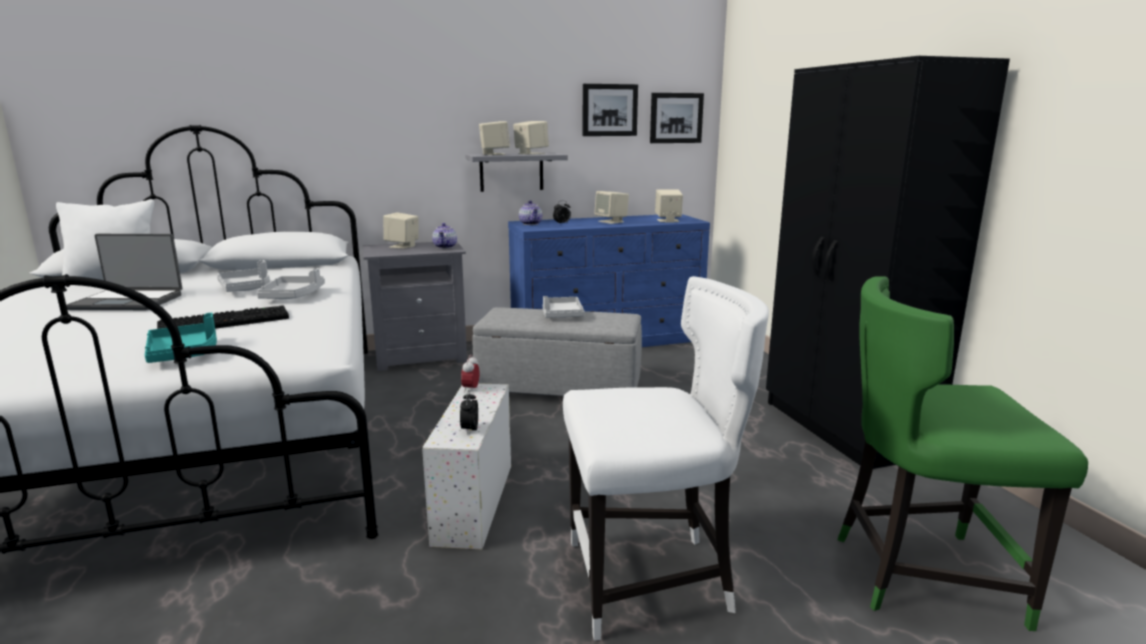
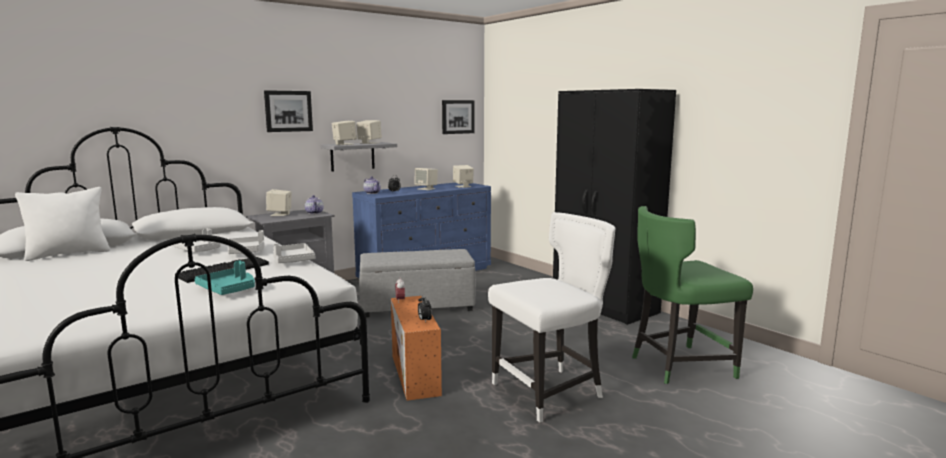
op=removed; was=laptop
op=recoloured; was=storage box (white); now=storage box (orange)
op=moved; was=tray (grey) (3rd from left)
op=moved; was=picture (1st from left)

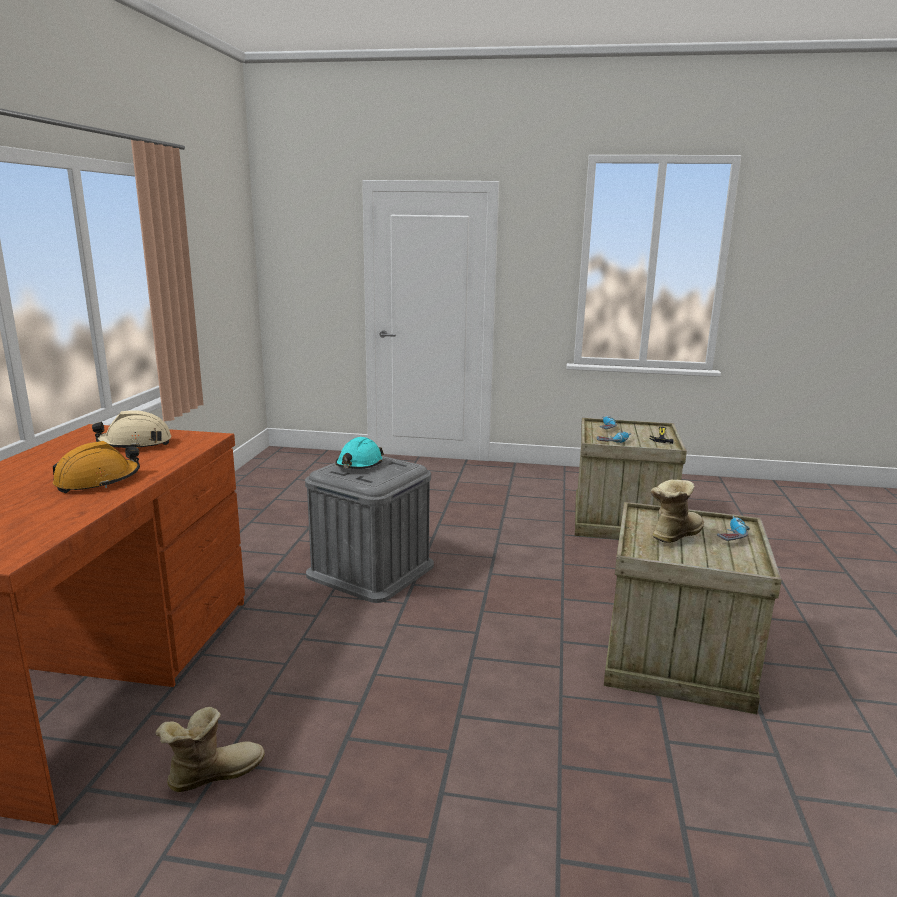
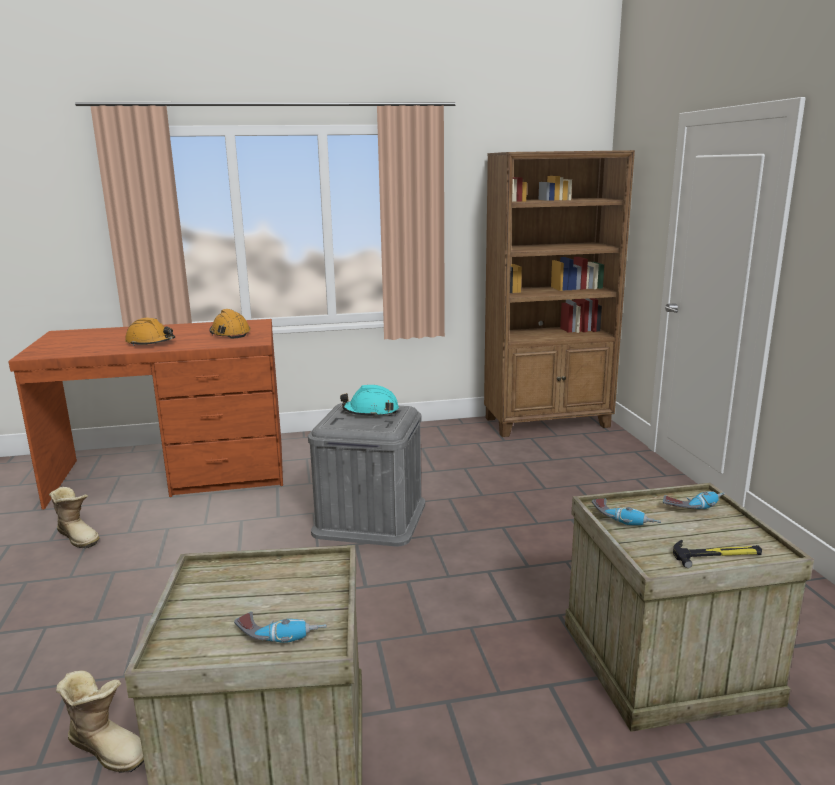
op=recoloured; was=hard hat (beige); now=hard hat (orange) (2nd from left)
op=moved; was=boot (2nd from left)
op=added; now=bookcase (brown)

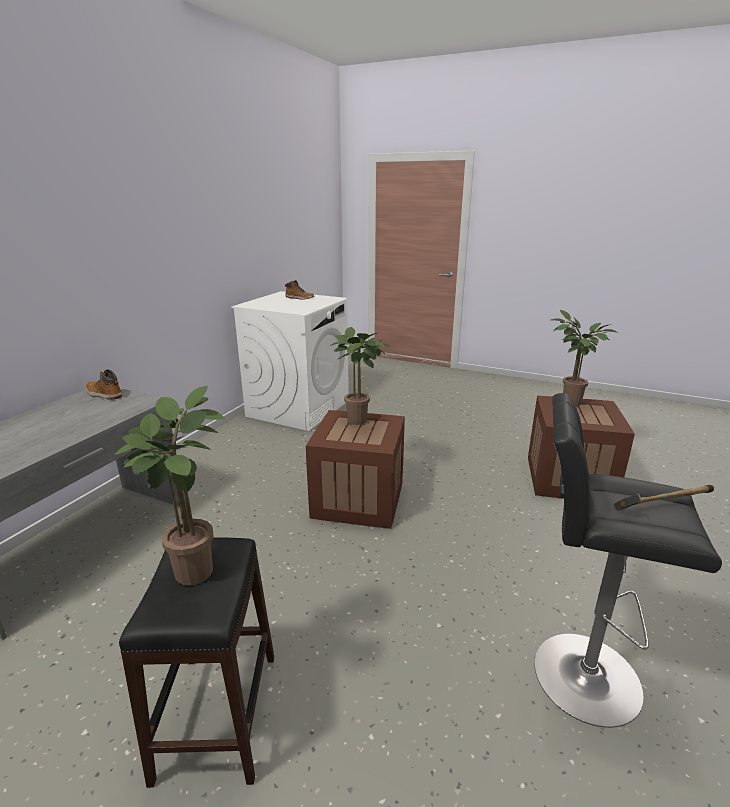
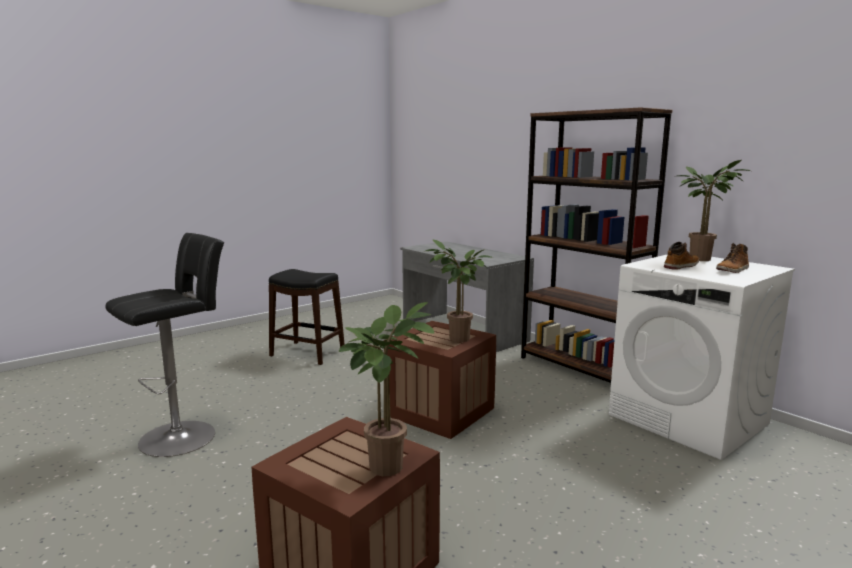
op=moved; was=boot (1st from left)
op=moved; was=potted plant (1st from left in the first image); now=potted plant (3rd from left)
op=removed; was=hammer
op=added; now=bookcase (brown)

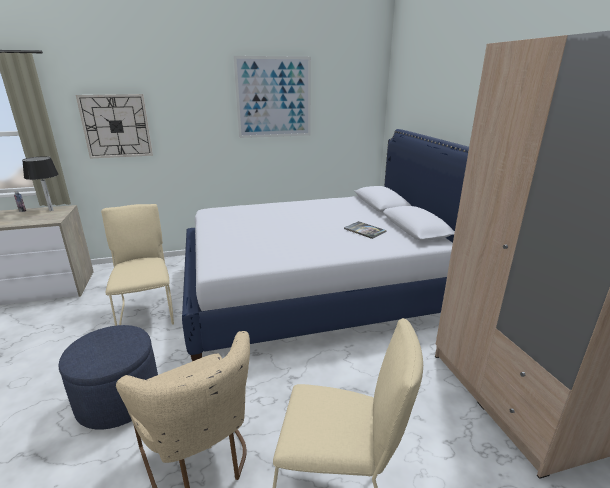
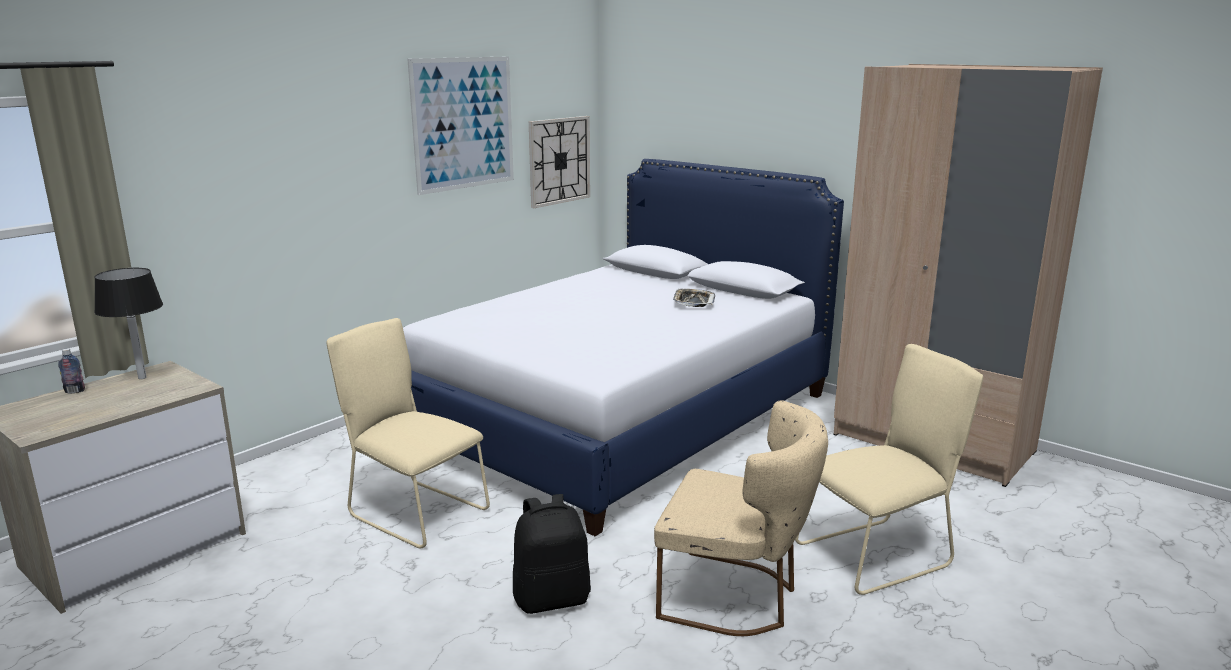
op=replaced; was=ottoman (blue); now=backpack (black)
op=moved; was=wall clock
op=replaced; was=book; now=tray

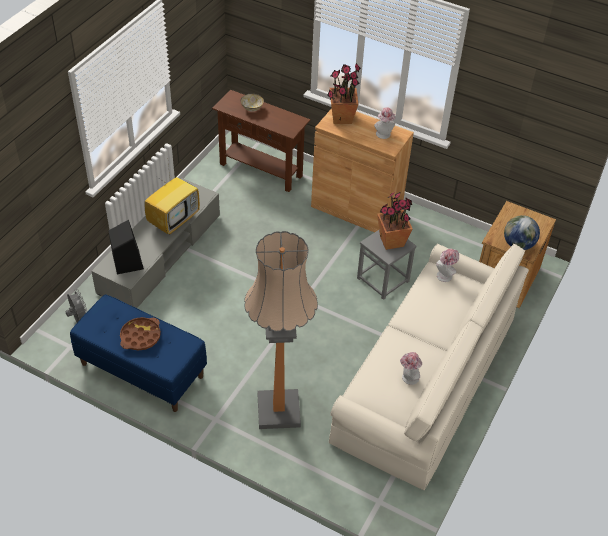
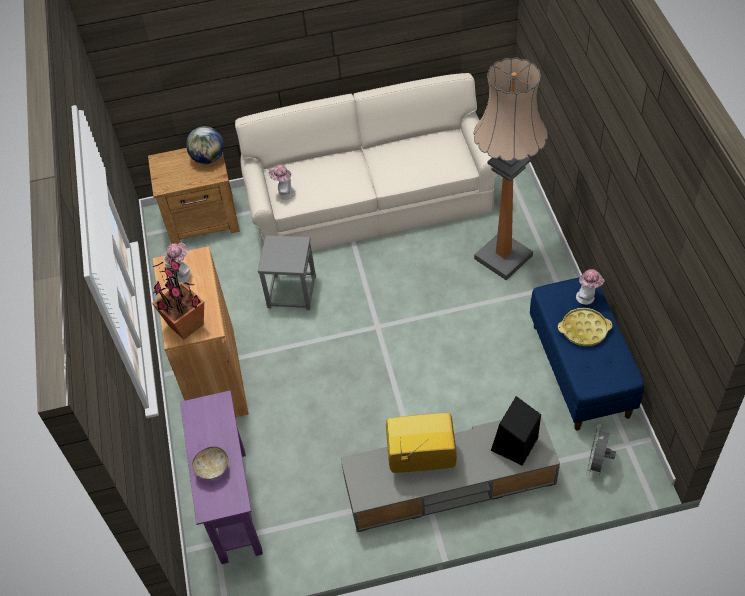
op=recoloured; was=tray (brown); now=tray (yellow)
op=recoloured; was=console table (brown); now=console table (purple)
op=removed; was=potted plant (2nd from left)
op=moved; was=hat (2nd from left in the first image); now=hat (3rd from left)

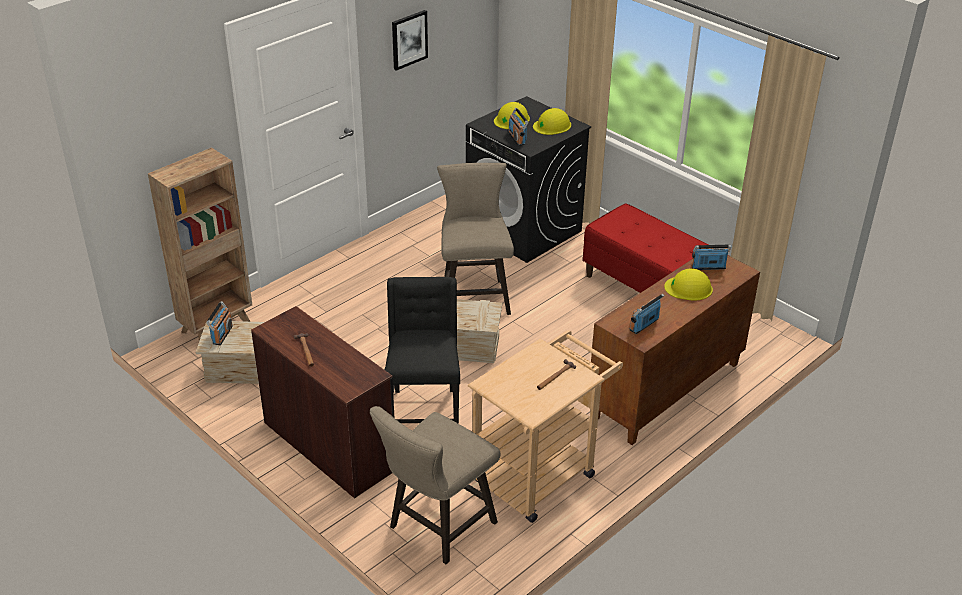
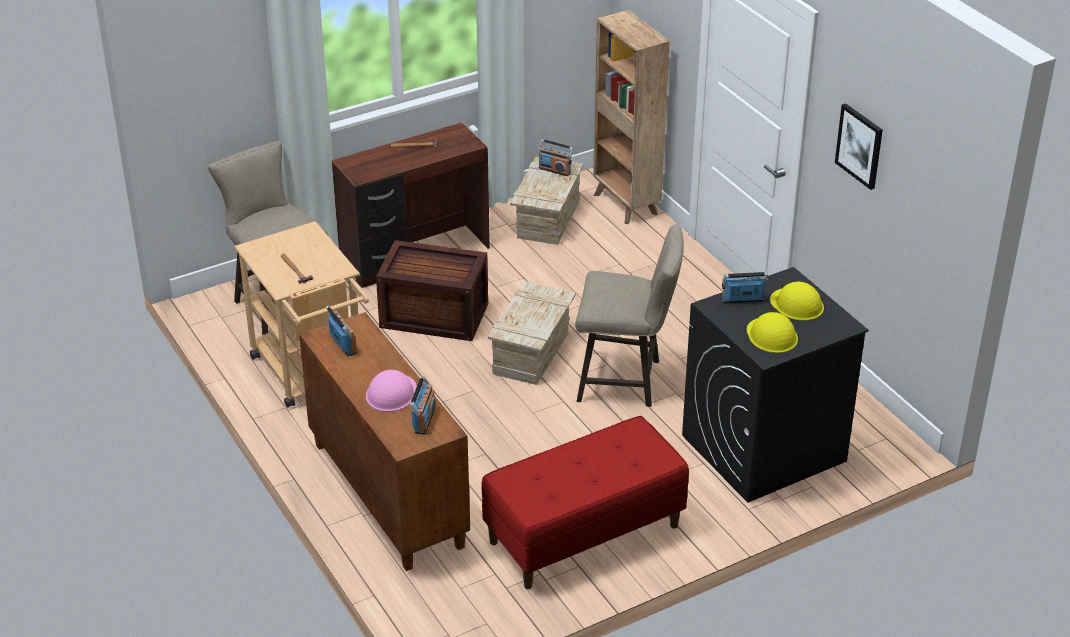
op=replaced; was=chair (black); now=crate (1st from left)
op=recoloured; was=hard hat (yellow) (3rd from left); now=hard hat (pink)

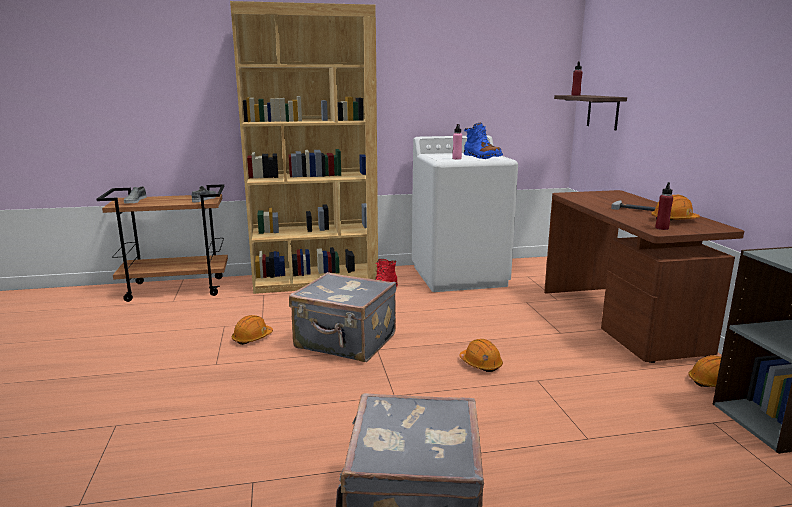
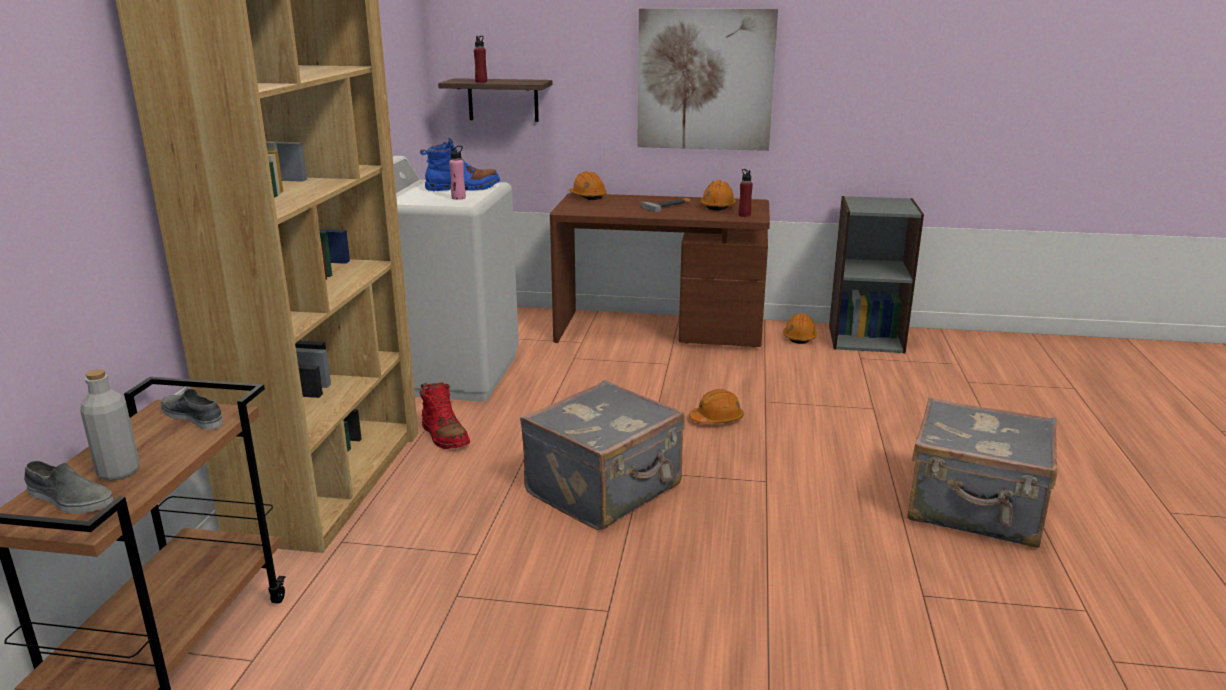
op=moved; was=hard hat (orange) (1st from left)
op=added; now=bottle (grey)
op=added; now=picture

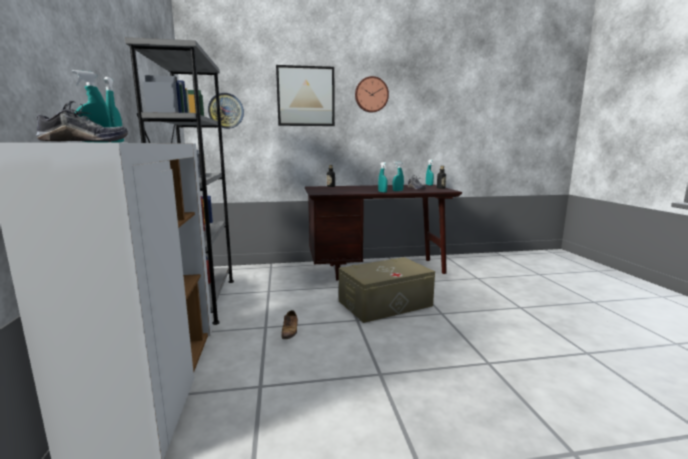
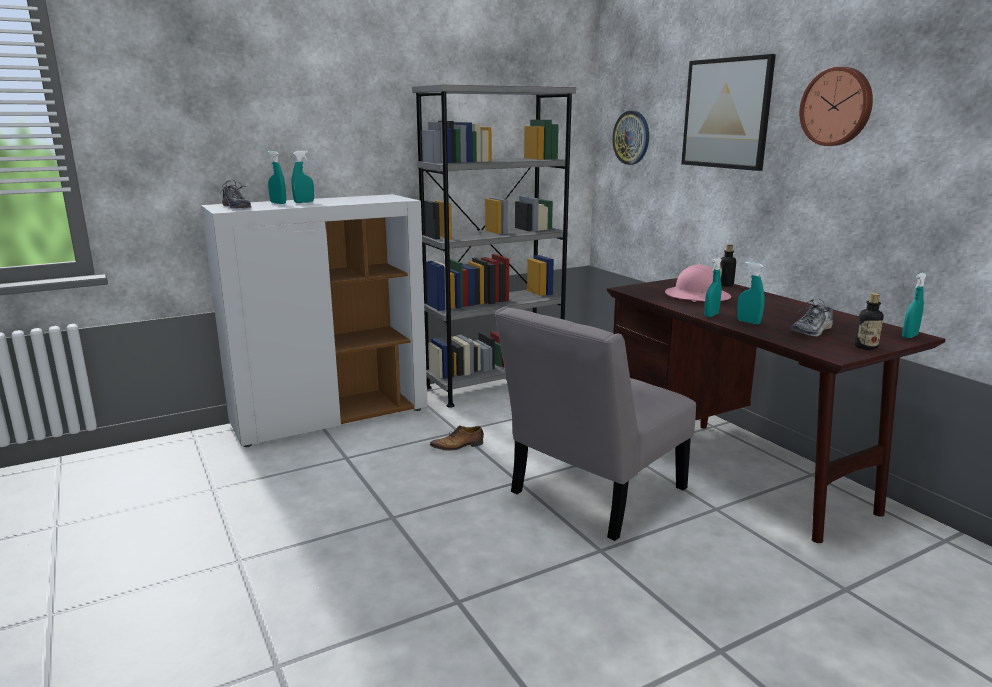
op=replaced; was=storage box (beige); now=chair (grey)
op=added; now=hard hat (pink)

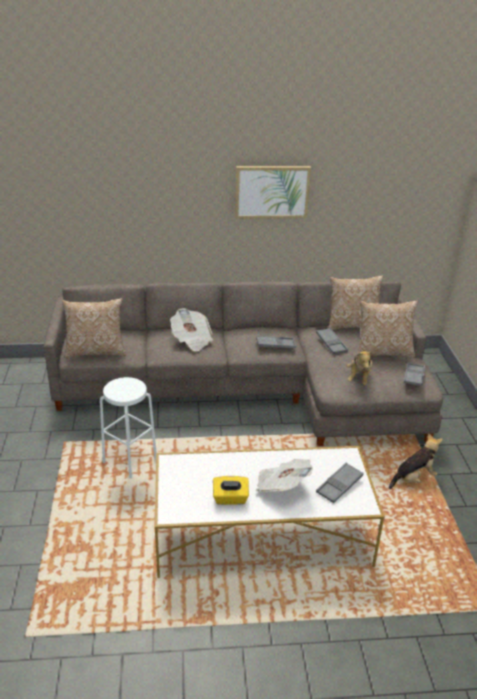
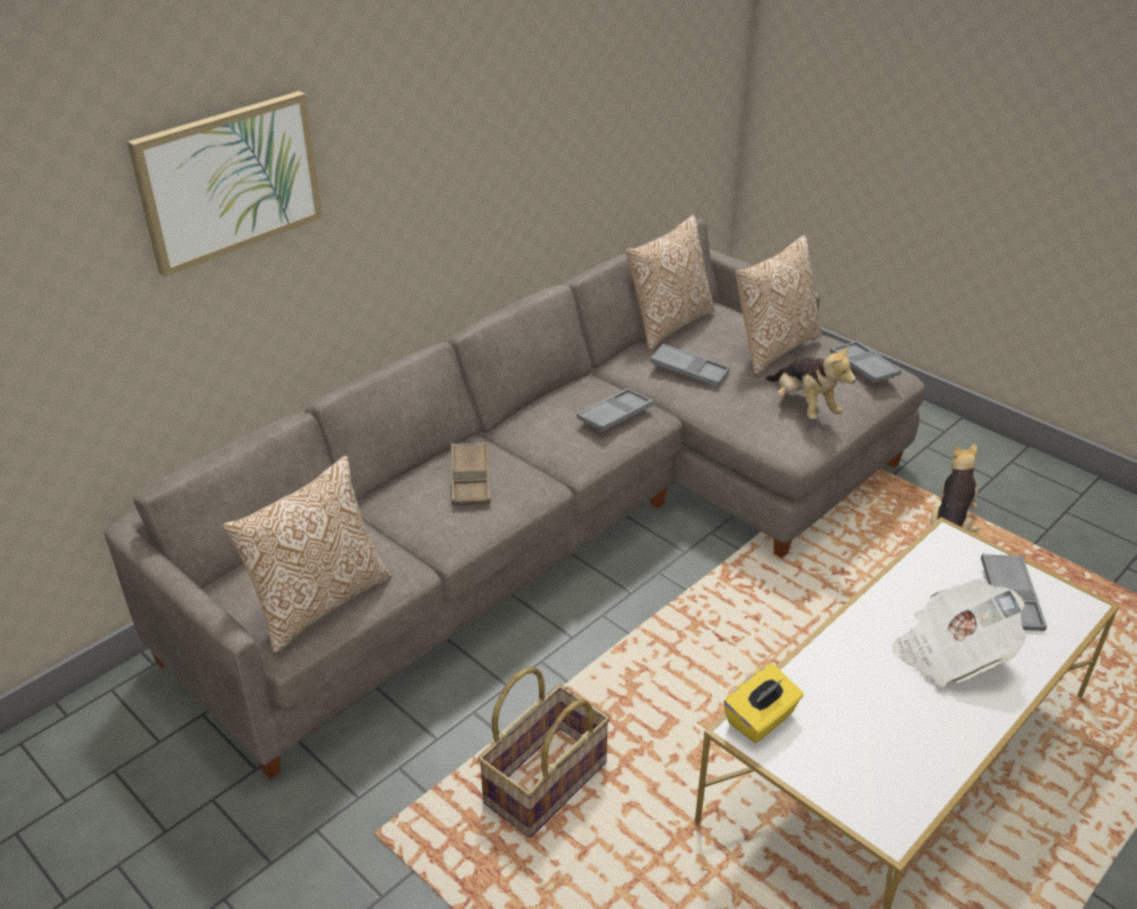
op=replaced; was=stool (white); now=basket
op=replaced; was=newspaper (1st from left); now=tray (brown)
op=moved; was=tissue box (yellow)
op=moved; was=picture

